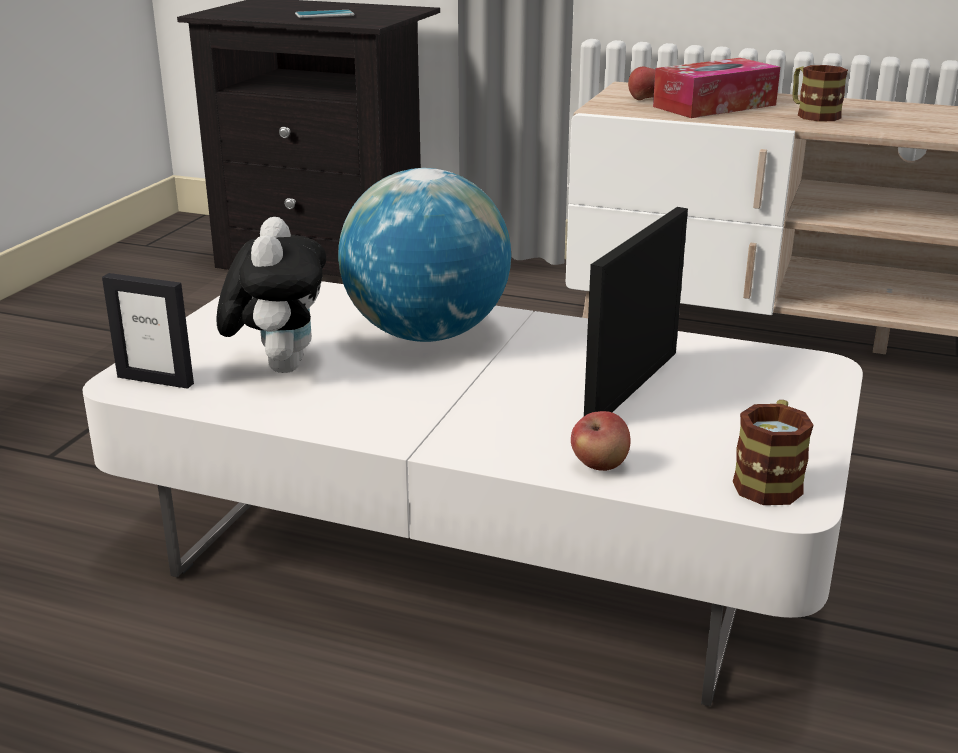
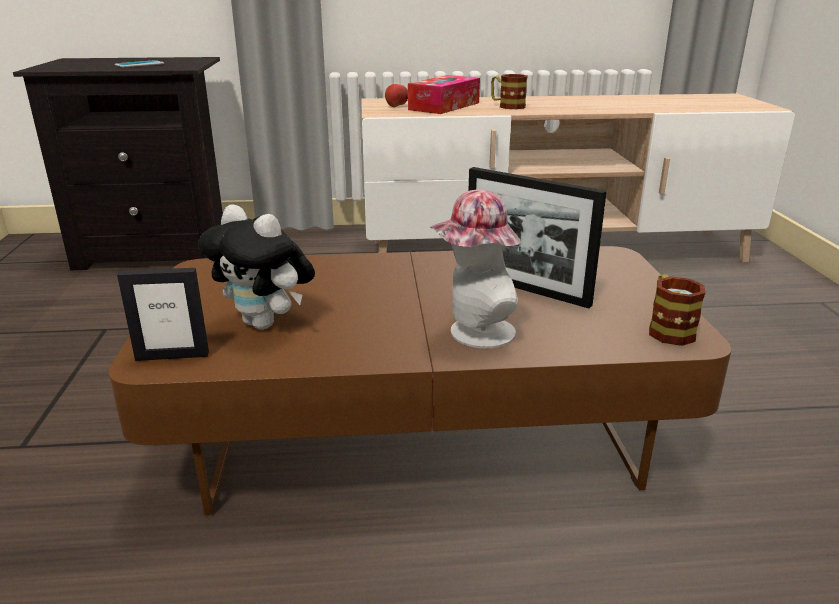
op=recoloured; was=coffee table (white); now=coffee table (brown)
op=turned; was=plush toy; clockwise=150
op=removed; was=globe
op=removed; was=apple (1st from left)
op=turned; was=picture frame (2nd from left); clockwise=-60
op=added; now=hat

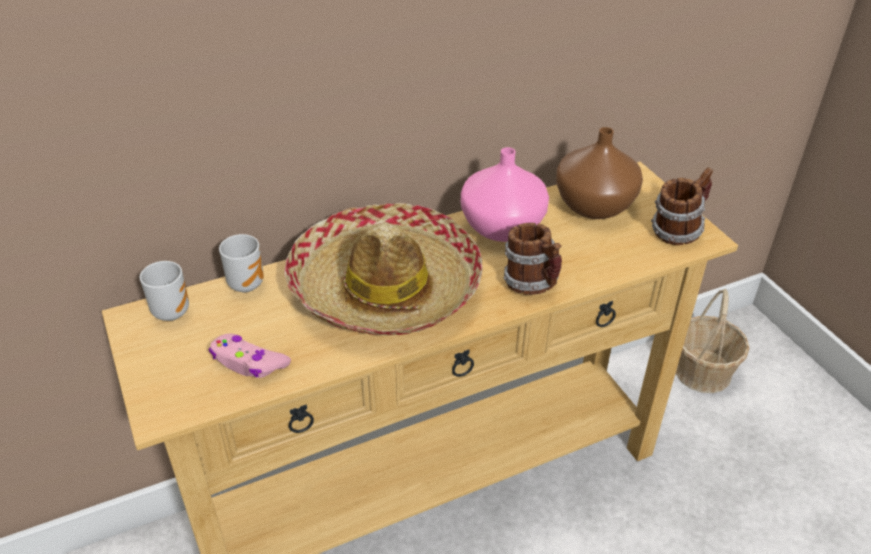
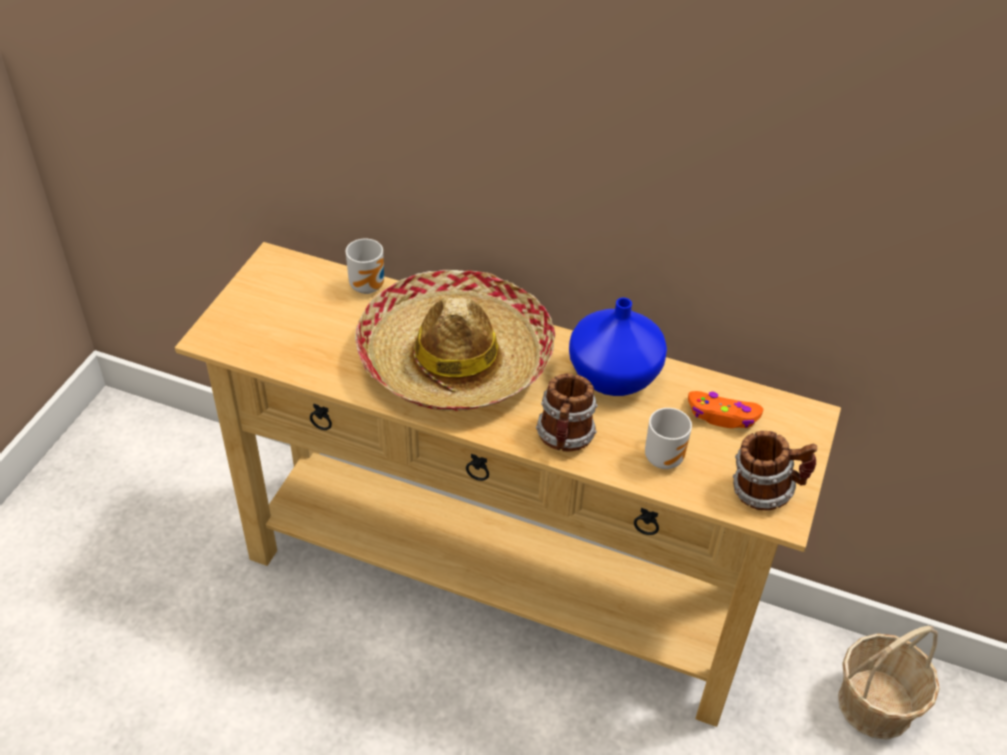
op=moved; was=mug (1st from left in the first image); now=mug (3rd from left)
op=removed; was=game controller (pink)
op=recoloured; was=vase (pink); now=vase (blue)
op=replaced; was=vase (brown); now=game controller (orange)

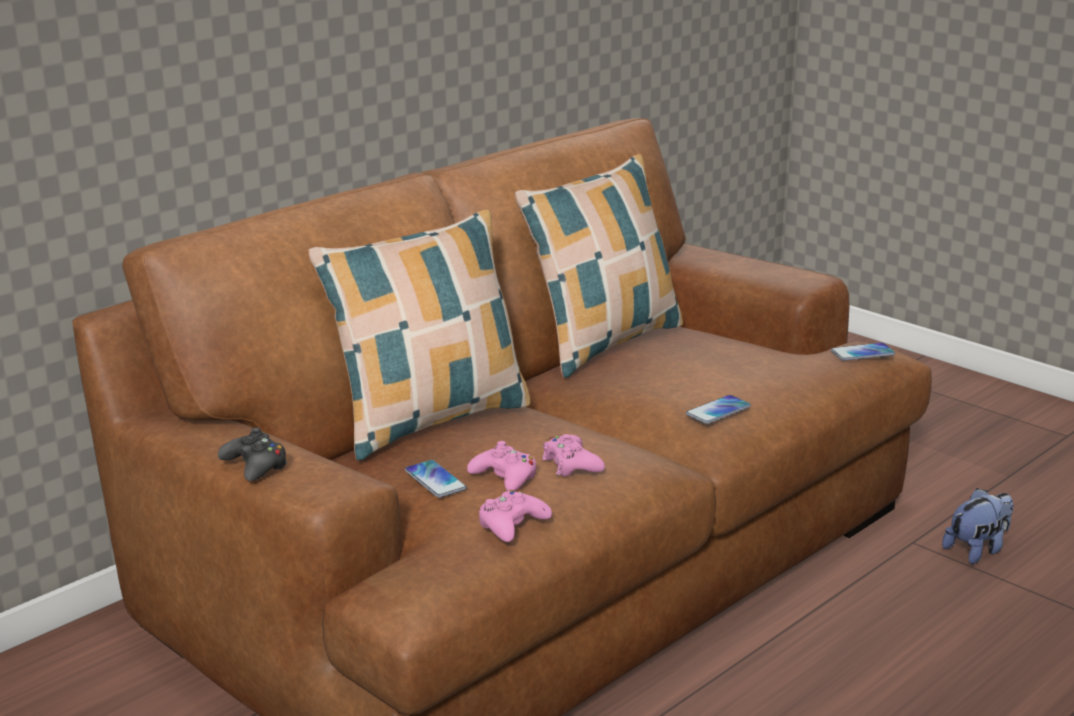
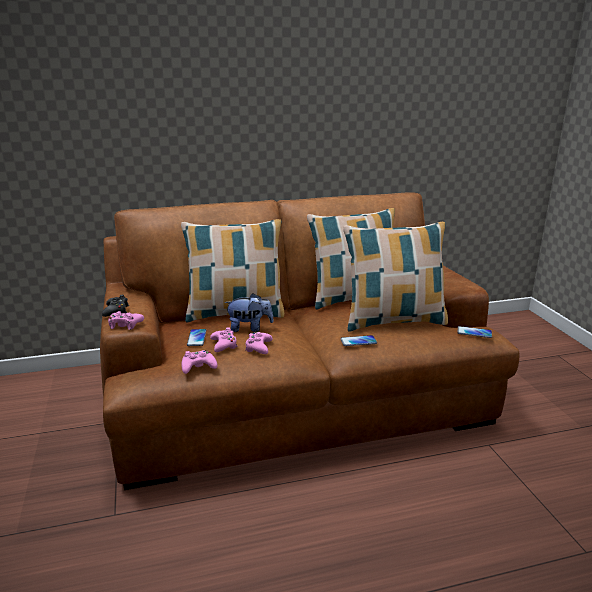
op=moved; was=plush toy
op=added; now=game controller (pink) (1st from left)
op=added; now=pillow (3rd from left)

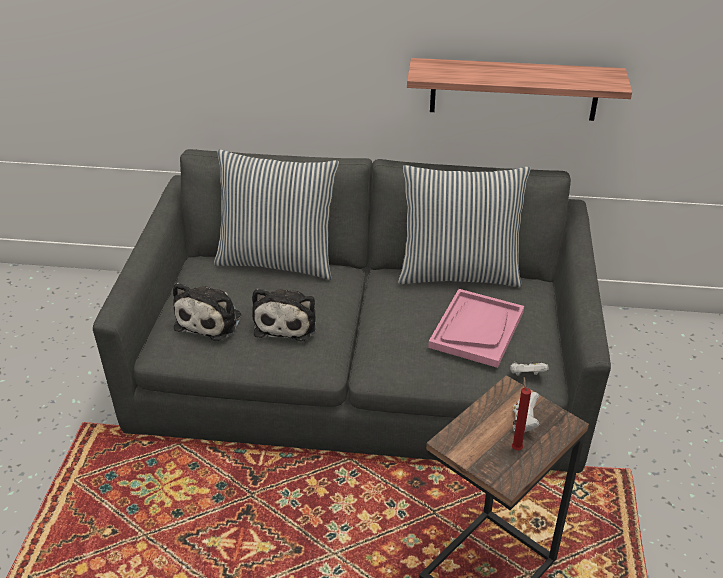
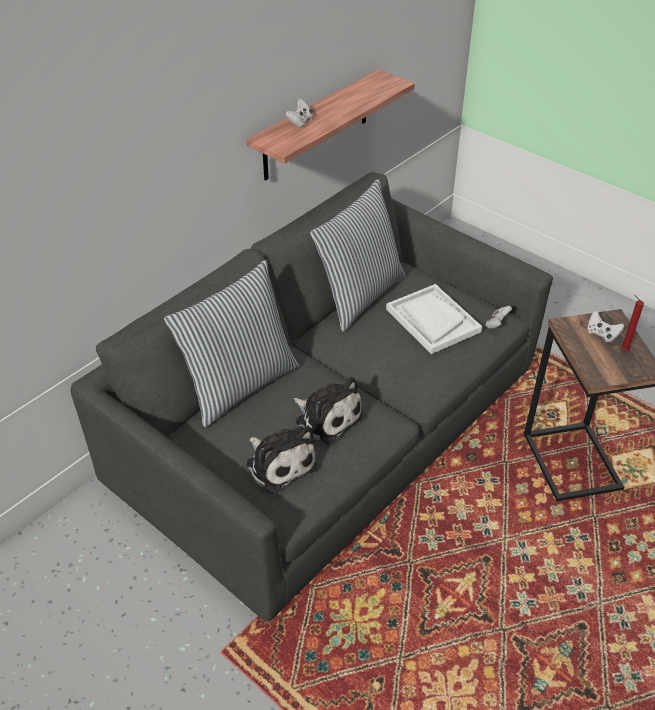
op=recoloured; was=tray (pink); now=tray (white)
op=added; now=game controller (white) (1st from left)

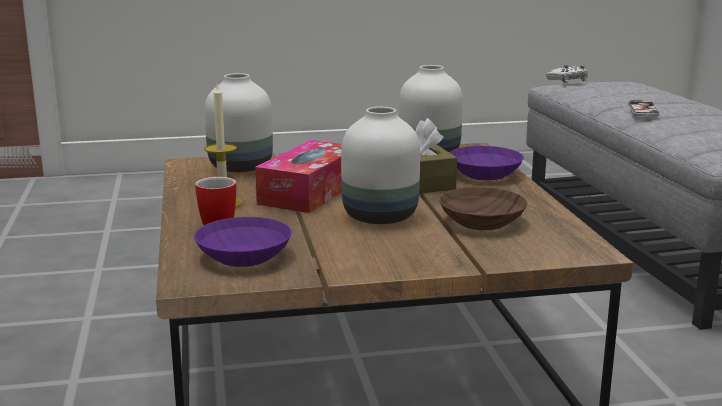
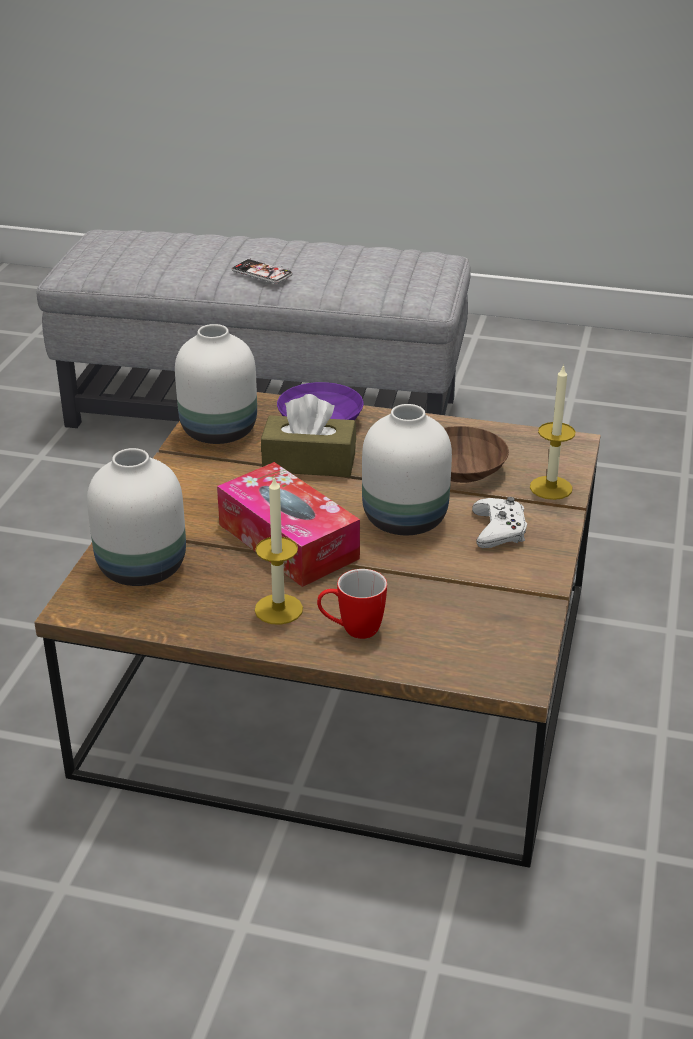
op=removed; was=bowl (purple) (1st from left)
op=moved; was=game controller (white)
op=added; now=candle (2nd from left)

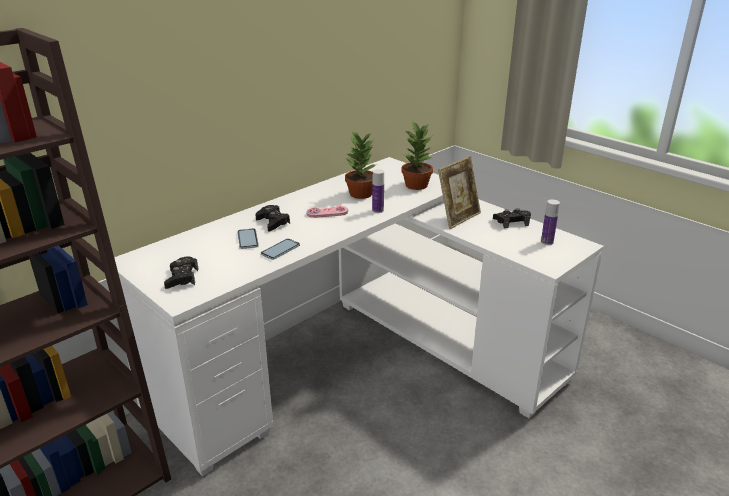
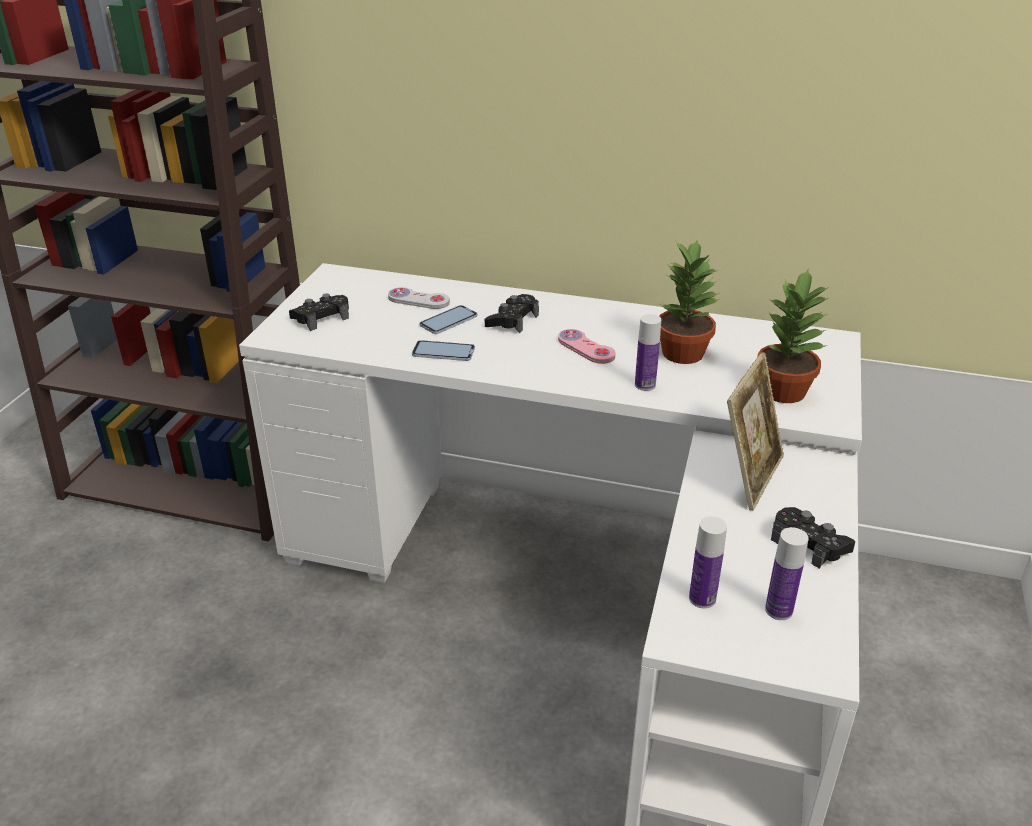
op=turned; was=picture frame; clockwise=-75
op=added; now=game controller (white)
op=added; now=bottle (2nd from left)

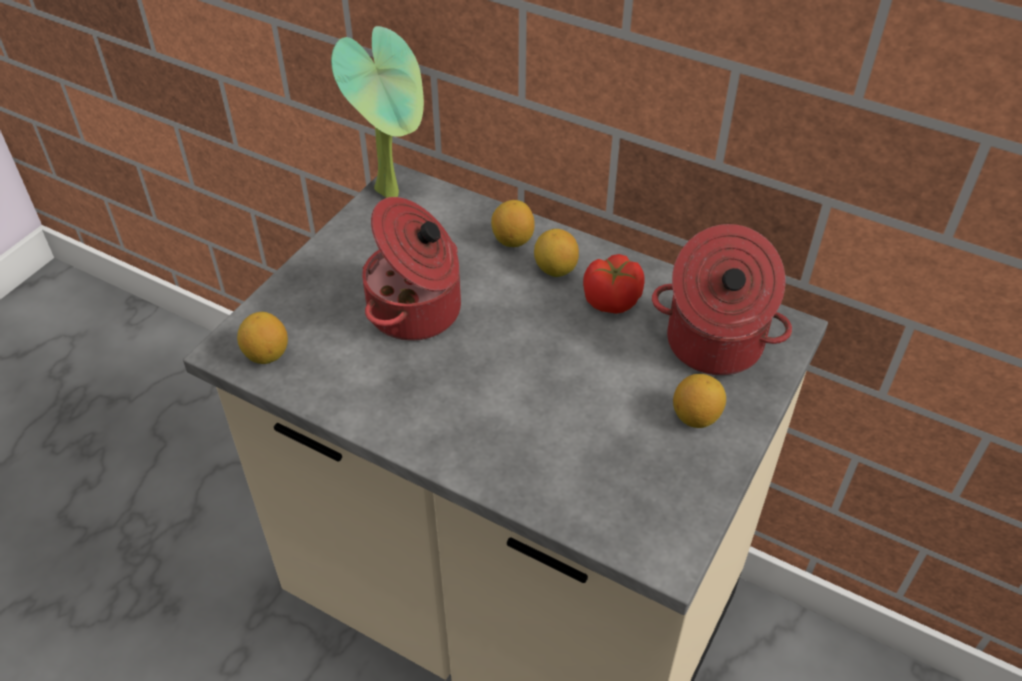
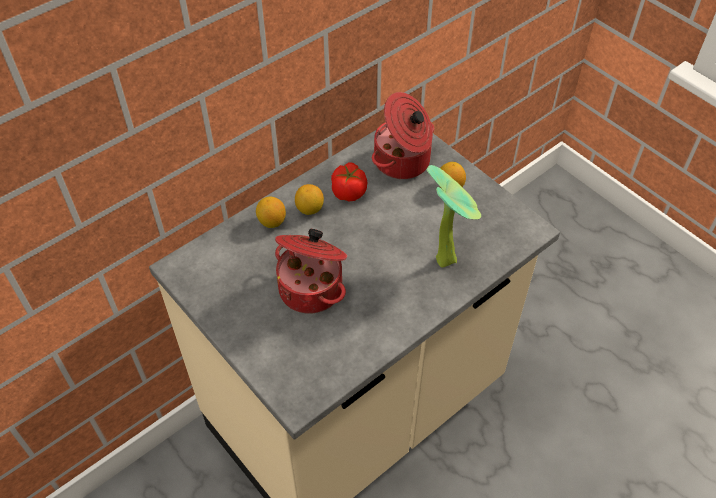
op=removed; was=lemon (1st from left)
op=moved; was=potted plant

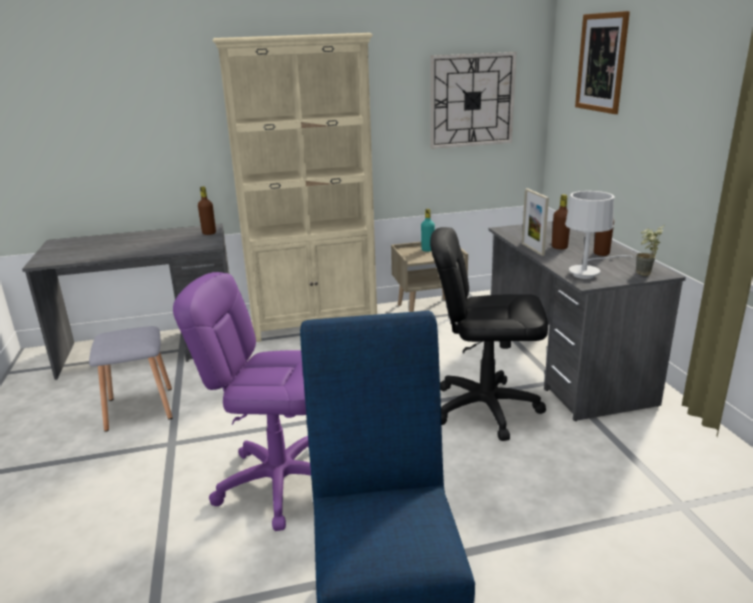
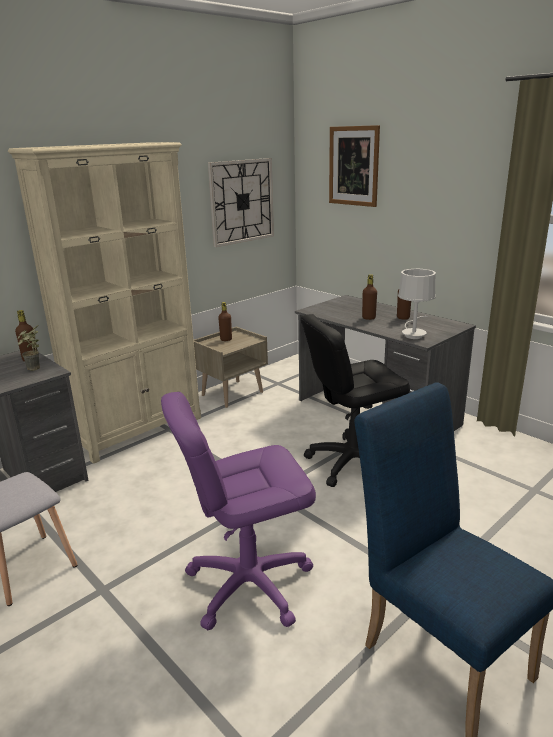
op=recoloured; was=bottle (turquoise); now=bottle (brown) (2nd from left)
op=removed; was=picture frame
op=moved; was=potted plant

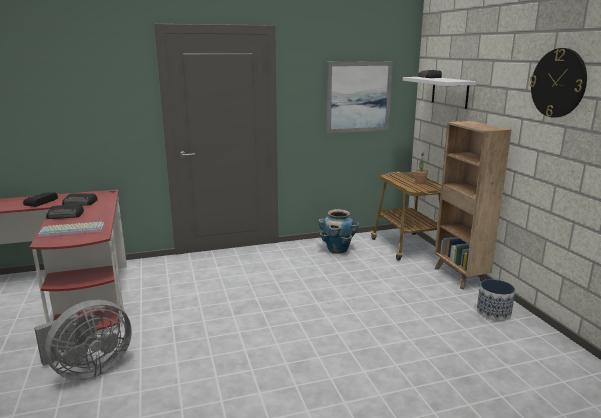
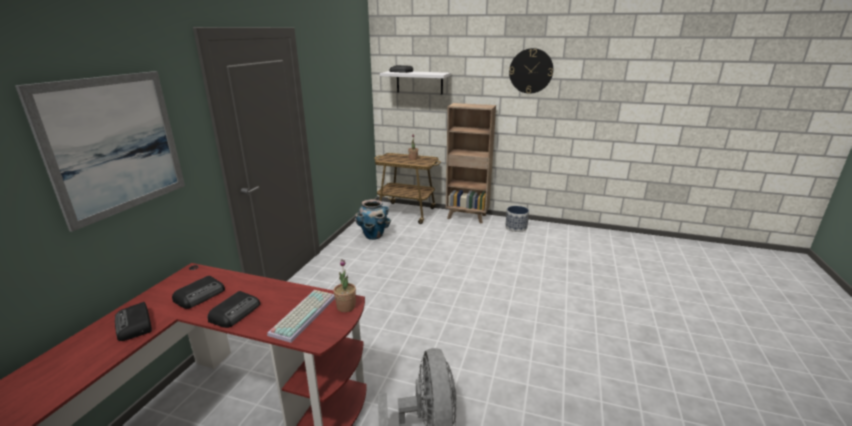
op=moved; was=picture
op=added; now=potted plant (1st from left)

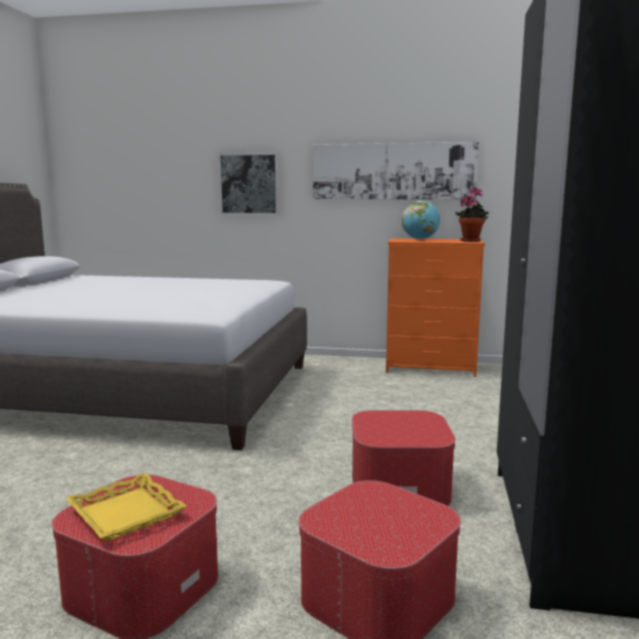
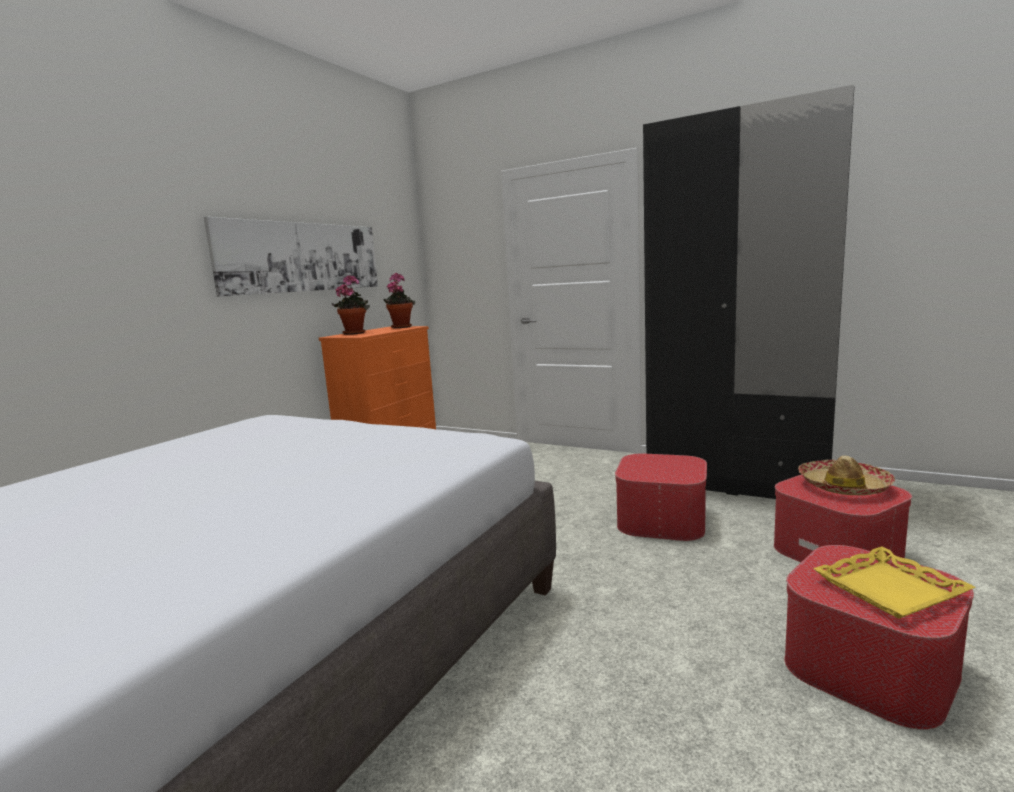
op=removed; was=picture (1st from left)
op=replaced; was=globe; now=potted plant (1st from left)
op=added; now=hat

